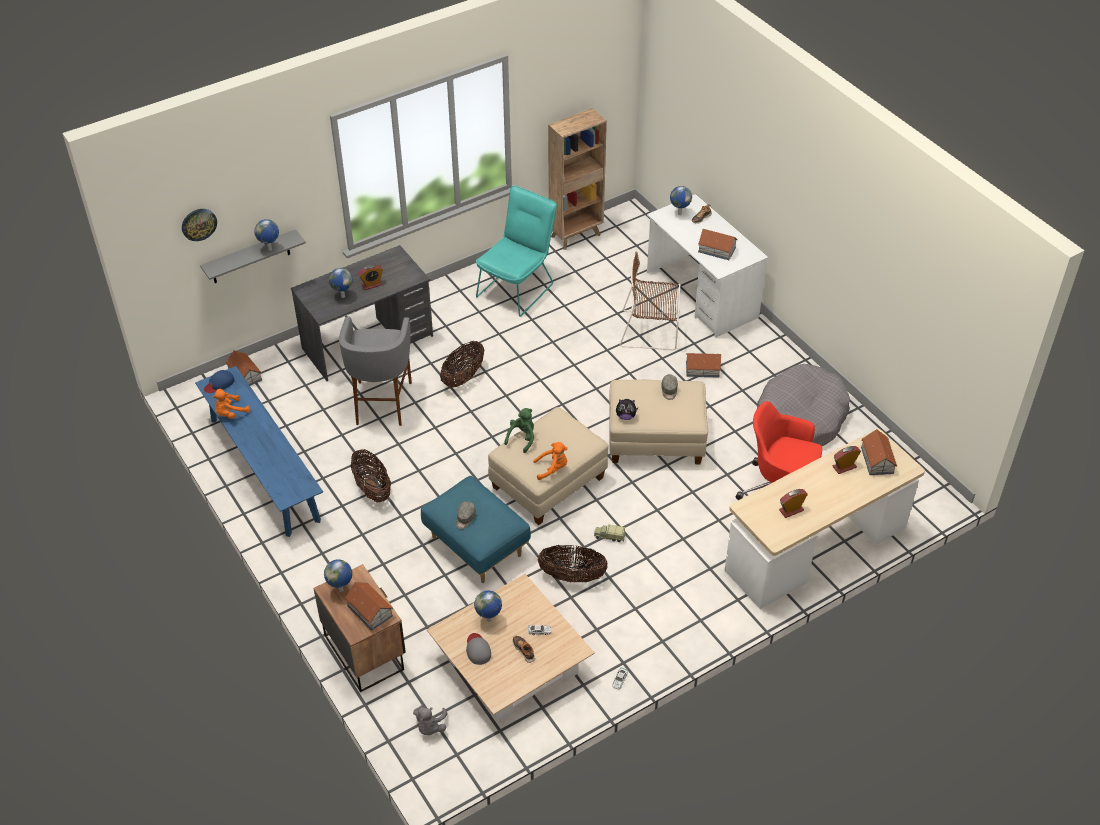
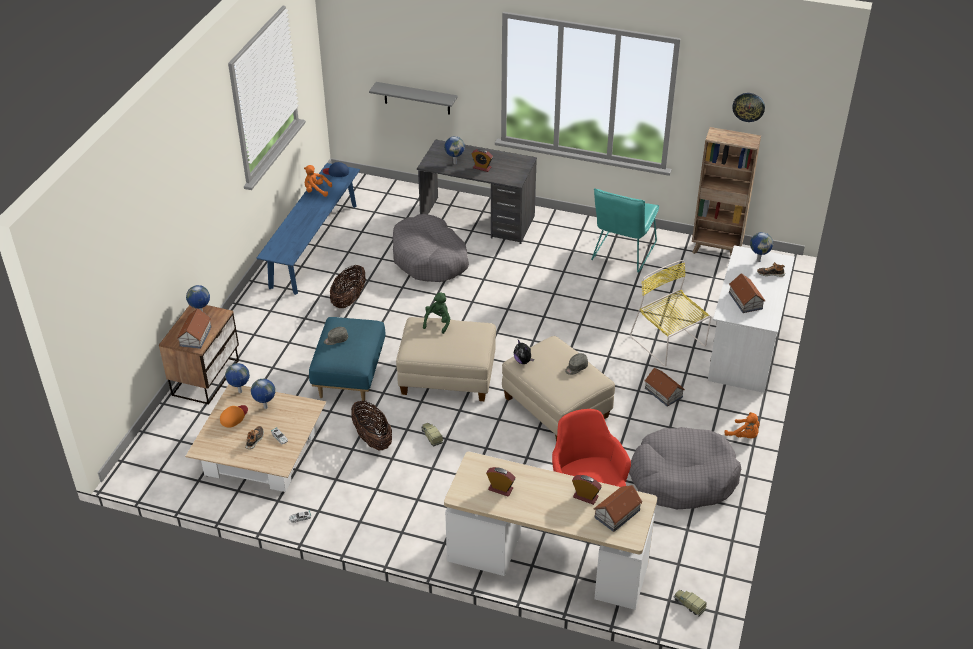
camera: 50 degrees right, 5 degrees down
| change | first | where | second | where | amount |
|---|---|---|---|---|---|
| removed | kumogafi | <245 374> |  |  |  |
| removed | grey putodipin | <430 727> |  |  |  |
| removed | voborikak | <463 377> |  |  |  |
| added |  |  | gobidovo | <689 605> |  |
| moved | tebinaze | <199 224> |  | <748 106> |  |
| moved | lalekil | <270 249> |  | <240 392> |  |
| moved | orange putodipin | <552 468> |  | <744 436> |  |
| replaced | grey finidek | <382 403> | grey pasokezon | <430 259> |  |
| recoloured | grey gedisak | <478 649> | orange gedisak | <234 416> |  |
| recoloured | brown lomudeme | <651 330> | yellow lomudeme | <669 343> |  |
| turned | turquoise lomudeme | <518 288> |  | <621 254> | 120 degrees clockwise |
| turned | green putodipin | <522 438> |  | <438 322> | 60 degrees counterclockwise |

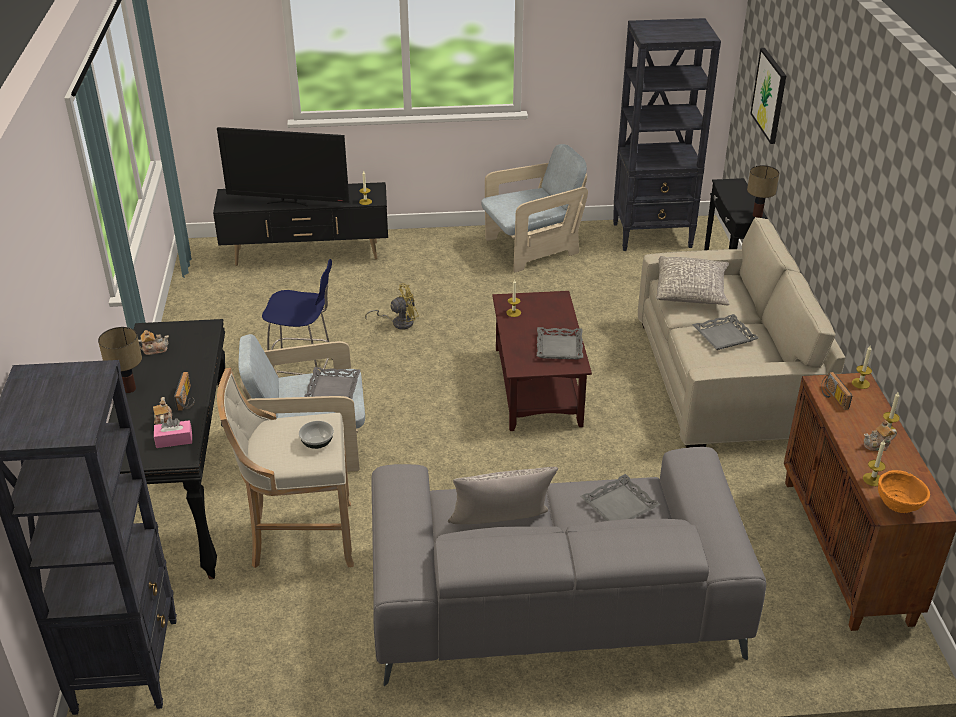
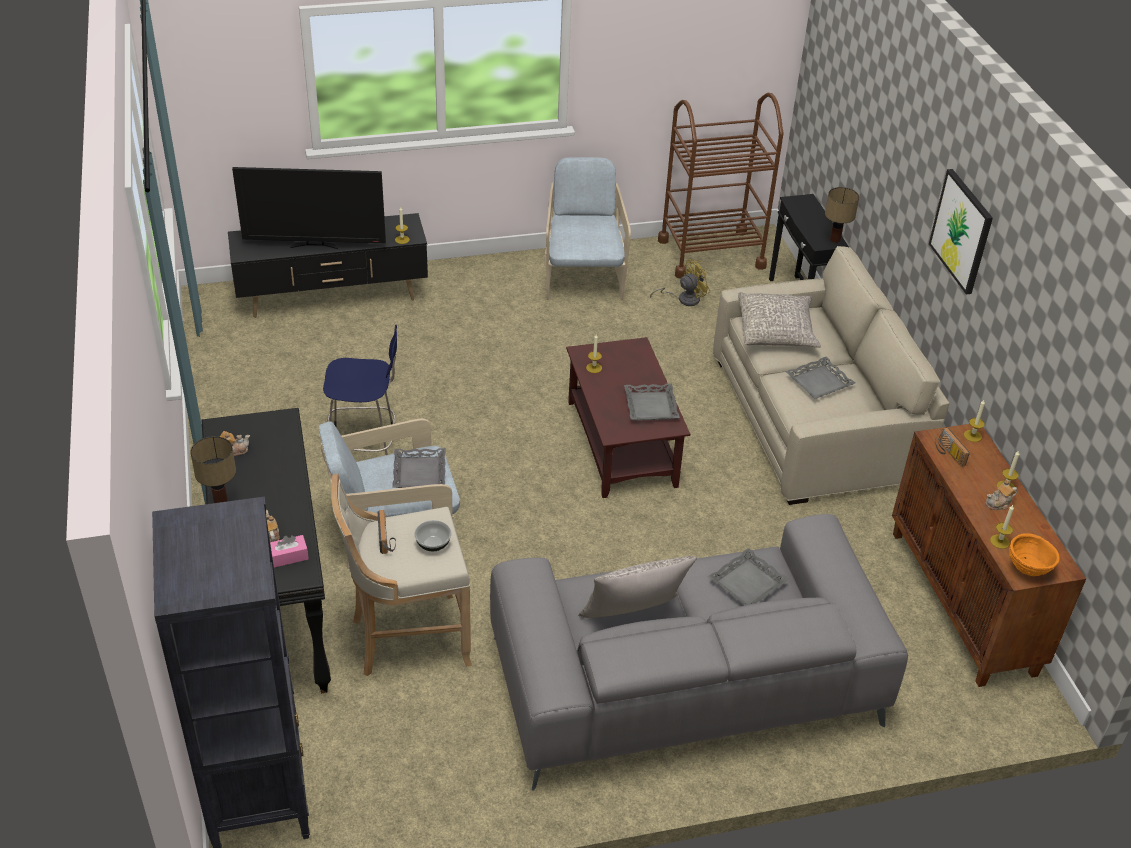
camera: 10 degrees left, 5 degrees up
| change | first | where | second | where | amount |
|---|---|---|---|---|---|
| moved | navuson | <187 399> |  | <387 539> |  |
| moved | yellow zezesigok | <398 322> |  | <684 299> |  |
| moved | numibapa | <769 95> |  | <962 231> |  |
| replaced | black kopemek | <653 235> | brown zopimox | <711 253> |  |
| turned | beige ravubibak | <532 248> |  | <583 277> | 60 degrees counterclockwise |

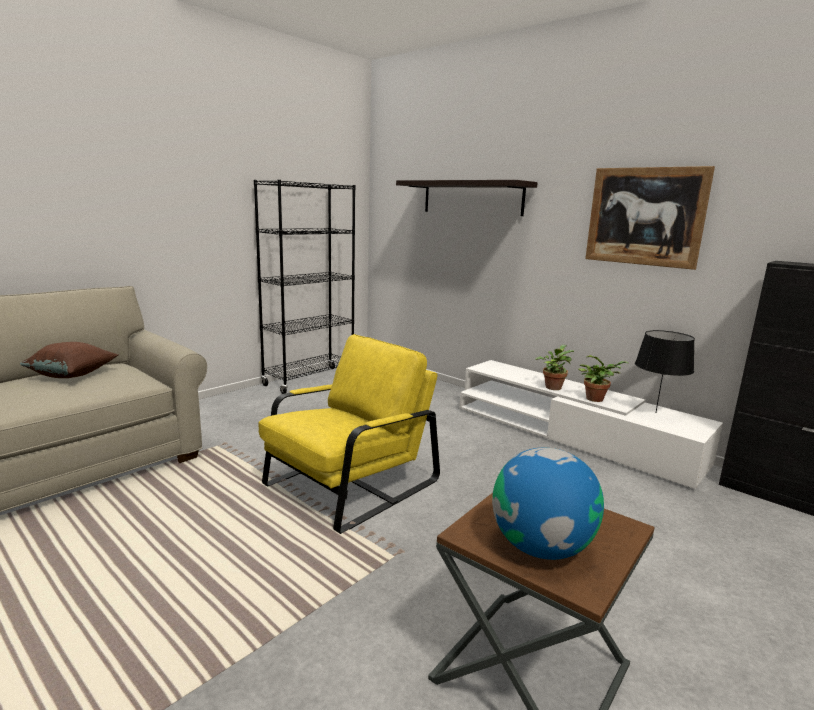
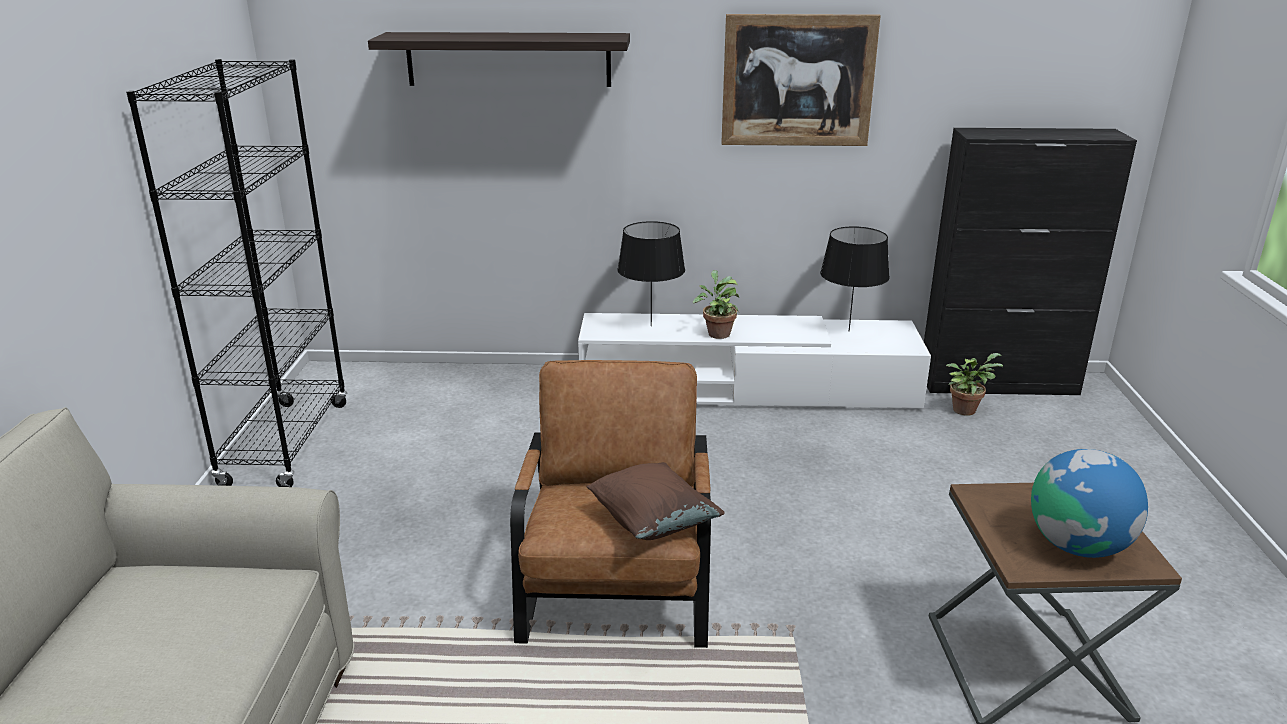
camera: 40 degrees left, 10 degrees up
| change | first | where | second | where | amount |
|---|---|---|---|---|---|
| added |  |  | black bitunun | <650 326> |  |
| moved | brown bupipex | <72 376> |  | <652 523> |  |
| moved | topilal | <597 399> |  | <965 409> |  |
| recoloured | yellow ravubibak | <350 484> | brown ravubibak | <617 580> |  |

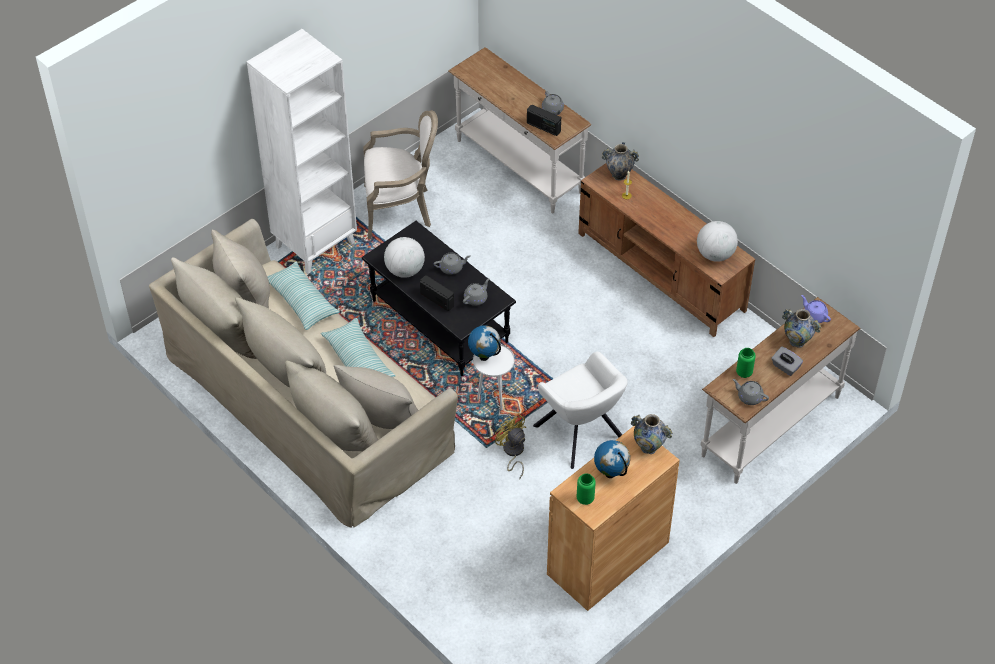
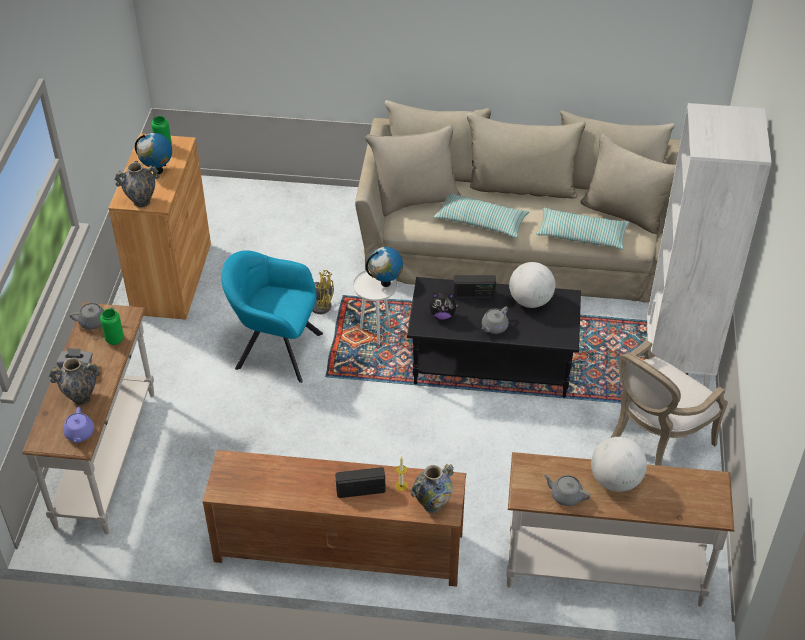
camera: 140 degrees right, 5 degrees down
| change | first | where | second | where | amount |
|---|---|---|---|---|---|
| moved | navuson | <543 127> |  | <360 490> |  |
| moved | lalekil | <715 254> |  | <615 480> |  |
| replaced | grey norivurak | <476 298> | putodipin | <442 315> |  |
| recoloured | white ravubibak | <581 434> | turquoise ravubibak | <275 350> |  |
| turned | purple norivurak | <814 316> |  | <79 434> | 75 degrees clockwise |

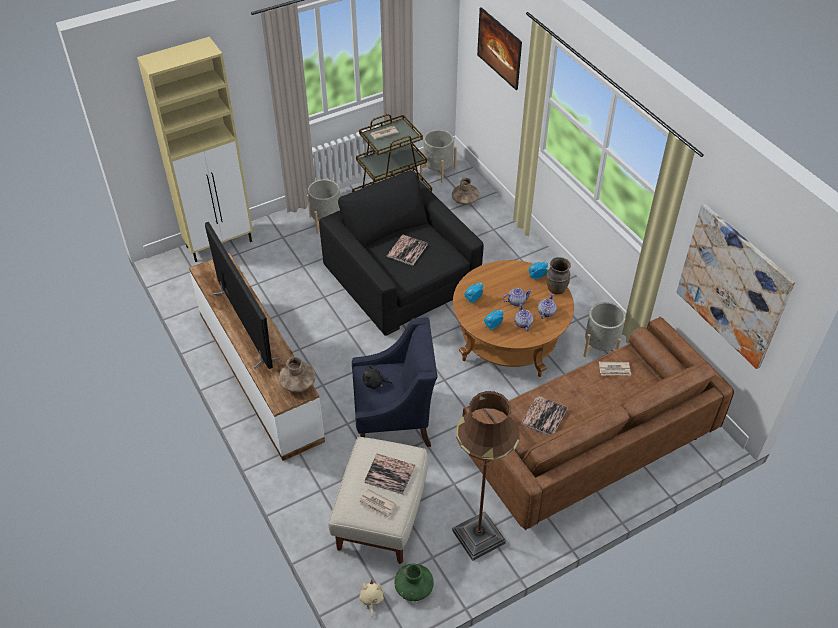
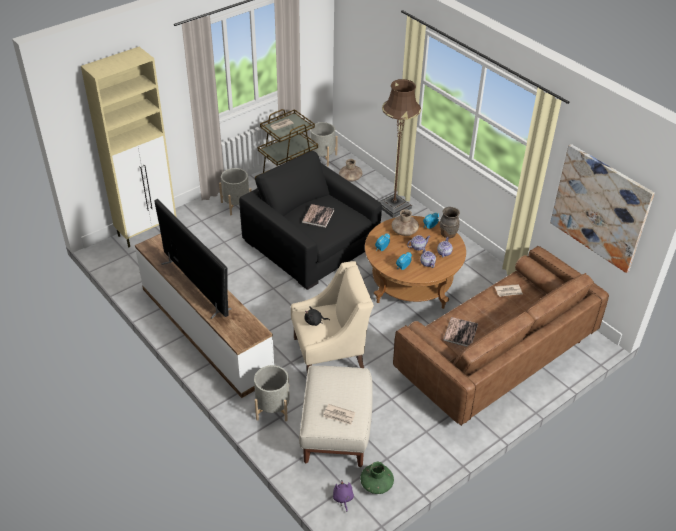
camera: 10 degrees left, 5 degrees down
| change | first | where | second | where | amount |
|---|---|---|---|---|---|
| removed | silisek | <389 474> |  |  |  |
| removed | numibapa | <498 60> |  |  |  |
| moved | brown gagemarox | <298 383> |  | <404 231> |  |
| moved | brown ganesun | <478 537> |  | <394 207> |  |
| moved | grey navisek | <600 347> |  | <273 408> |  |
| recoloured | blue ravubibak | <394 419> | beige ravubibak | <330 354> |  |
| recoloured | beige putodipin | <371 600> | purple putodipin | <343 499> |  |

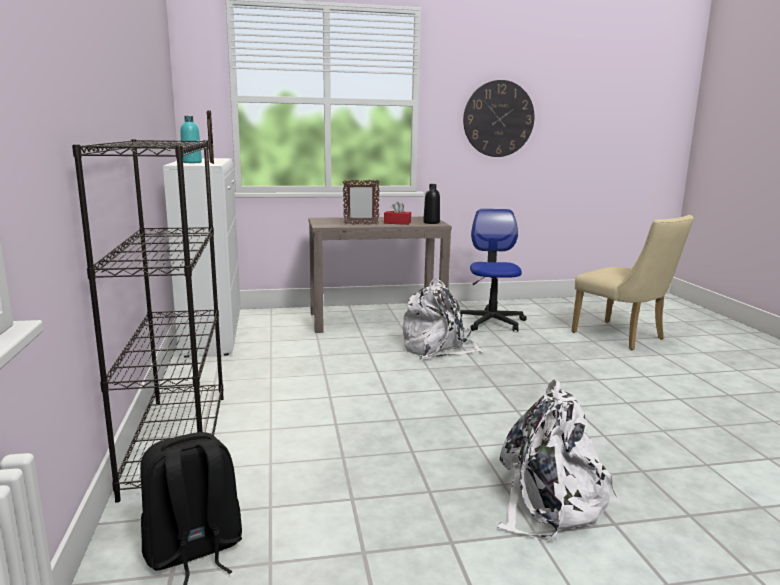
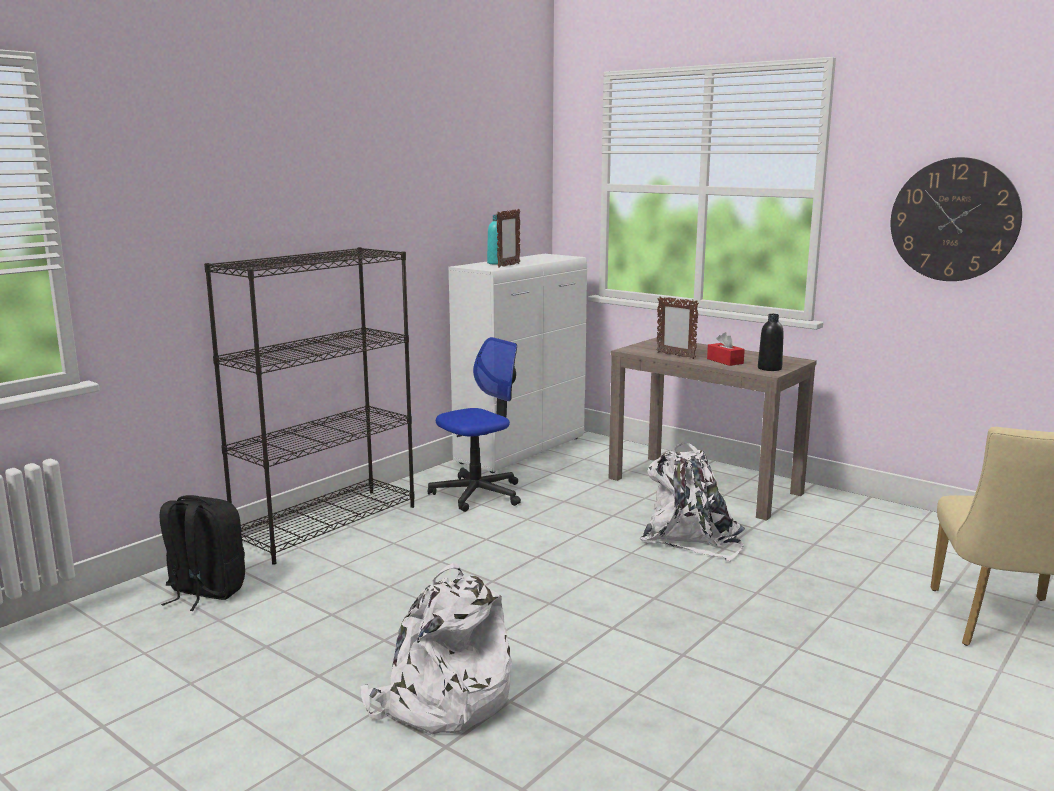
camera: 50 degrees right, 0 degrees up
| change | first | where | second | where | amount |
|---|---|---|---|---|---|
| moved | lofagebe | <491 322> |  | <477 494> |  |

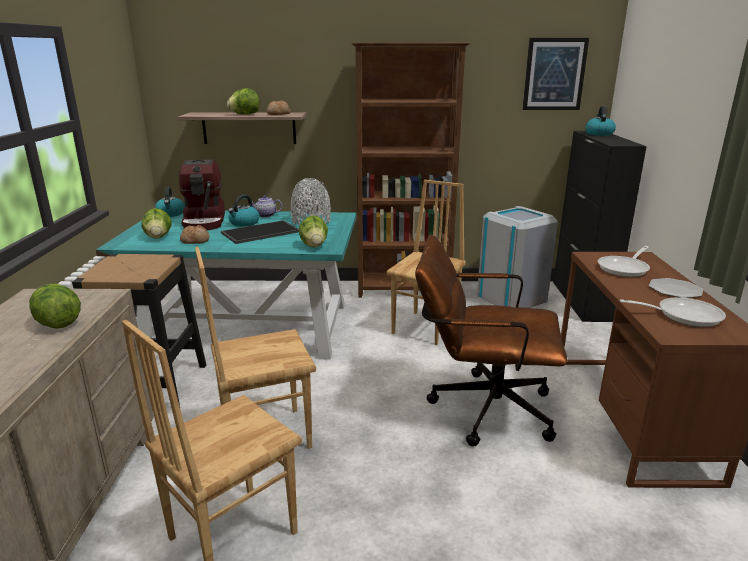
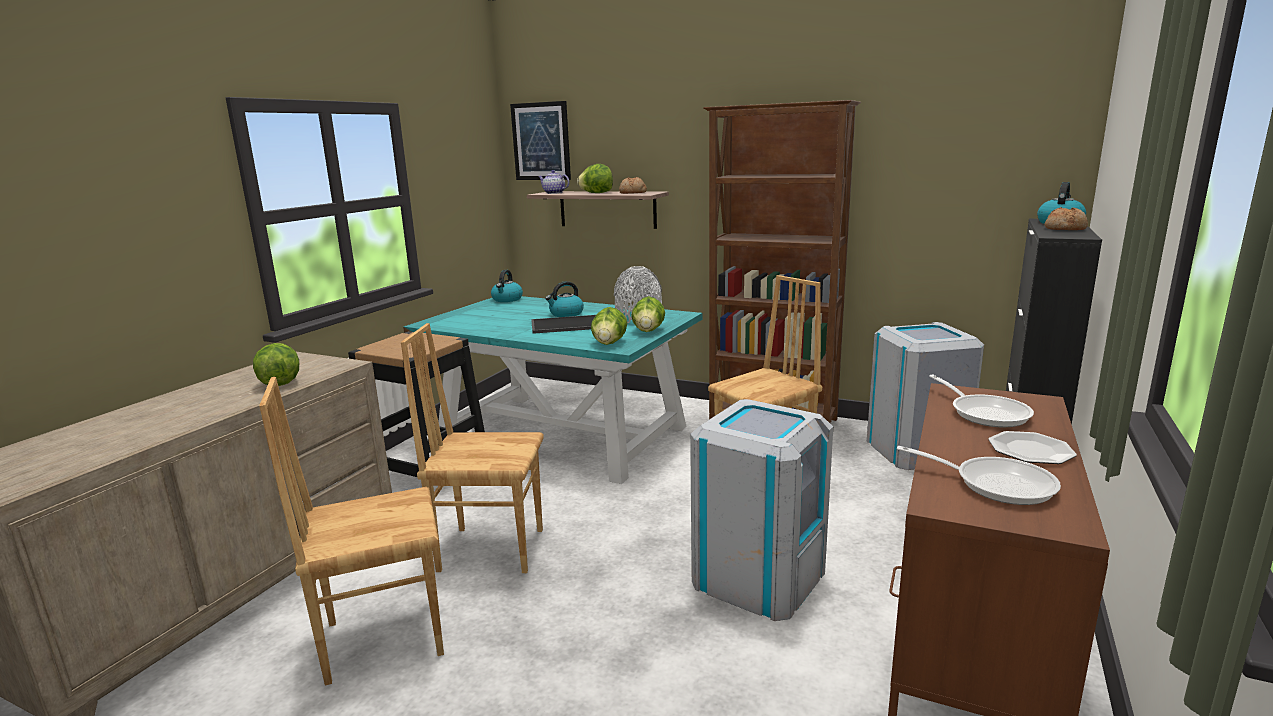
camera: 25 degrees right, 5 degrees down
| change | first | where | second | where | amount |
|---|---|---|---|---|---|
| removed | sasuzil | <205 221> |  |  |  |
| moved | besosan | <158 237> |  | <648 331> |  |
| moved | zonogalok | <195 240> |  | <1065 228> |  |
| moved | norivurak | <265 215> |  | <553 193> |  |
| moved | numibapa | <554 74> |  | <541 141> |  |
| replaced | brown lofagebe | <481 408> | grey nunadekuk | <758 576> |  |
| turned | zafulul | <625 268> |  | <985 413> | 90 degrees counterclockwise |

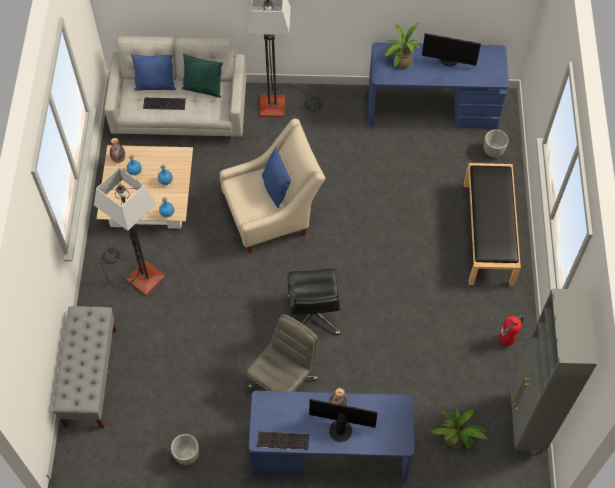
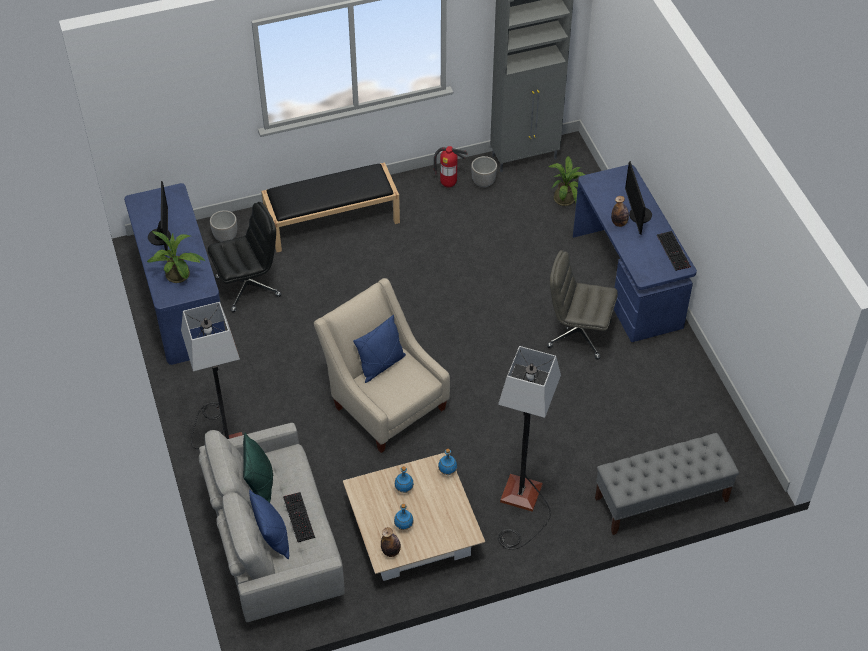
camera: 110 degrees left, 10 degrees down
| change | first | where | second | where | amount |
|---|---|---|---|---|---|
| moved | navisek | <186 455> |  | <483 183> |  |
| moved | black lofagebe | <313 316> |  | <248 286> |  |

